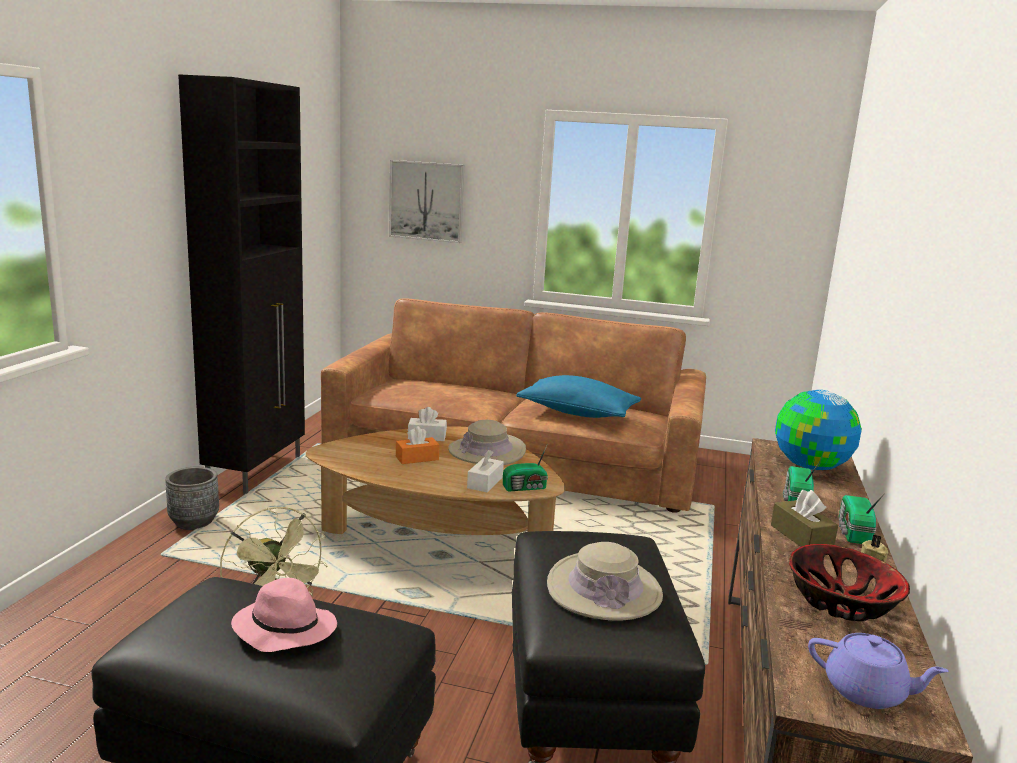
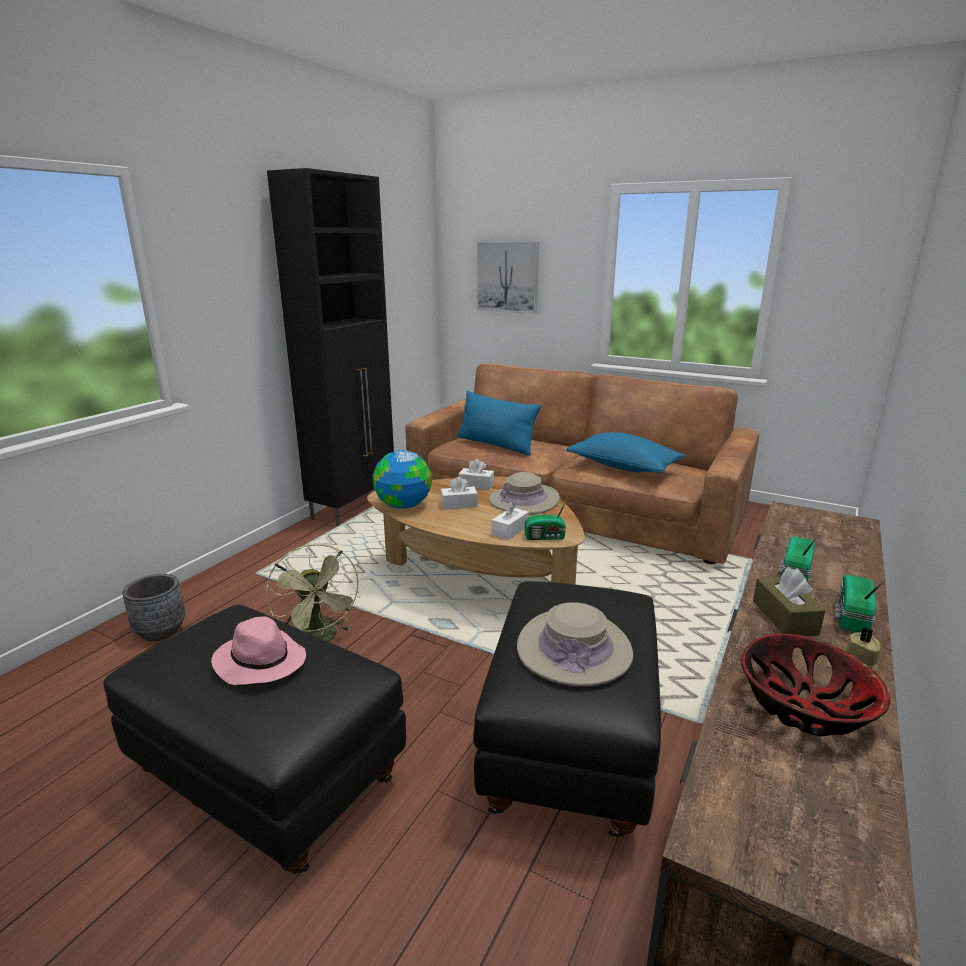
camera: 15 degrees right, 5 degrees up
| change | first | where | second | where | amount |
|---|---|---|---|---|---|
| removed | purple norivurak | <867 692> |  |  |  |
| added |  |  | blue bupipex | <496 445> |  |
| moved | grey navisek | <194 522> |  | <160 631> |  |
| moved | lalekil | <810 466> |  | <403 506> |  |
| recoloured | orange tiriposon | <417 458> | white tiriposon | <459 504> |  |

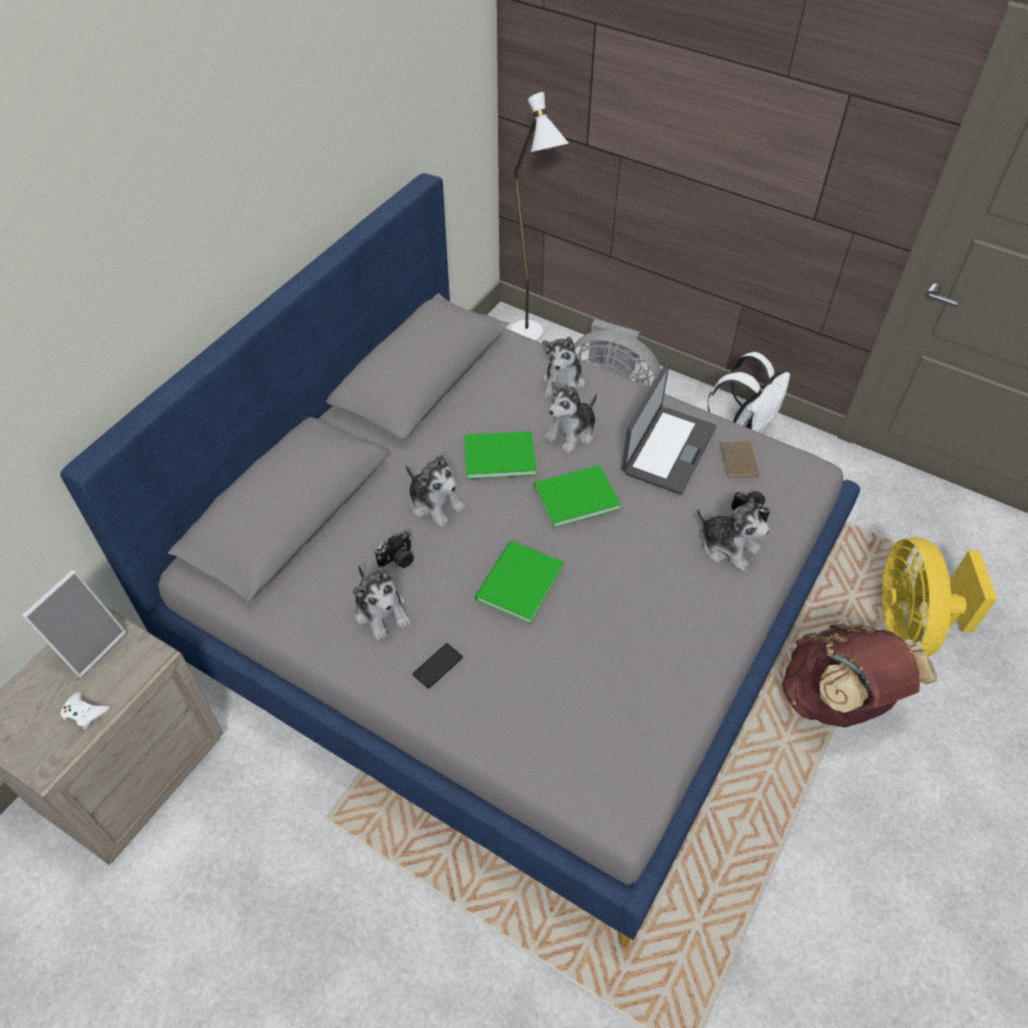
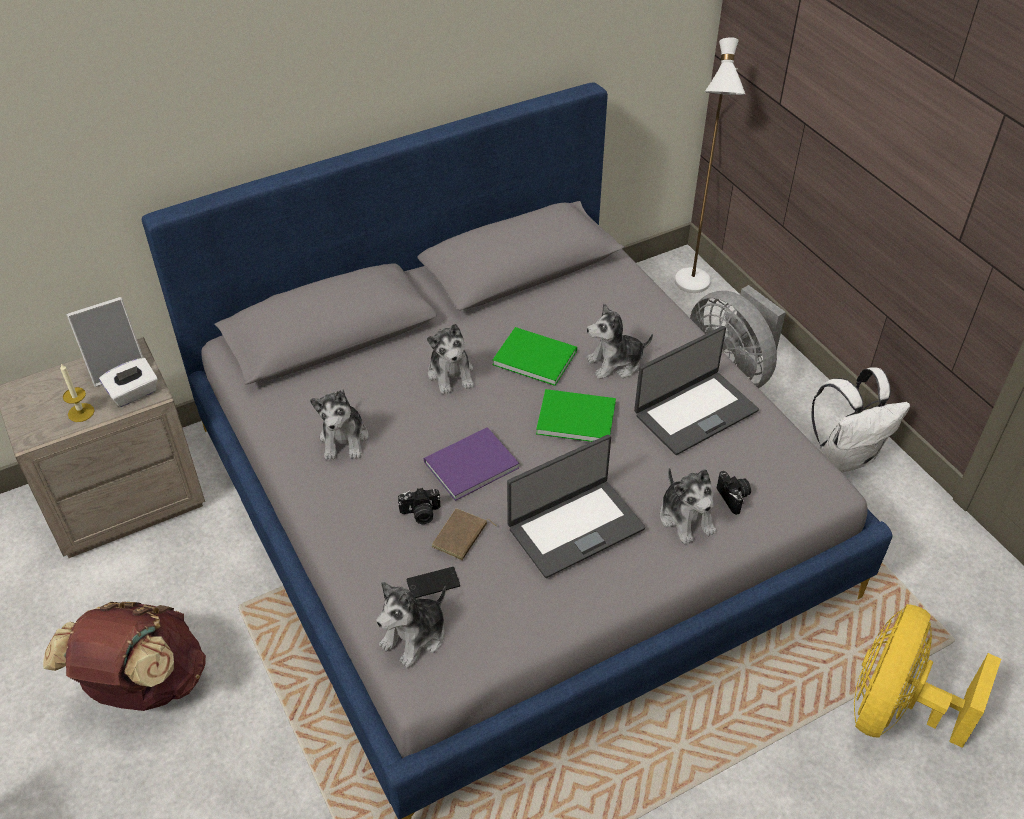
camera: 30 degrees right, 5 degrees down
| change | first | where | second | where | amount |
|---|---|---|---|---|---|
| added |  |  | white tiriposon | <134 393> |  |
| added |  |  | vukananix | <575 527> |  |
| moved | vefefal | <398 559> |  | <420 514> |  |
| moved | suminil | <437 666> |  | <433 583> |  |
| moved | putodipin | <563 383> |  | <415 636> |  |
| moved | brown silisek | <740 461> |  | <461 537> |  |
| moved | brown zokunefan | <836 701> |  | <144 685> |  |
| replaced | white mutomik | <85 712> | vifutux | <81 412> |  |
| recoloured | green silisek | <516 584> | purple silisek | <468 464> |  |

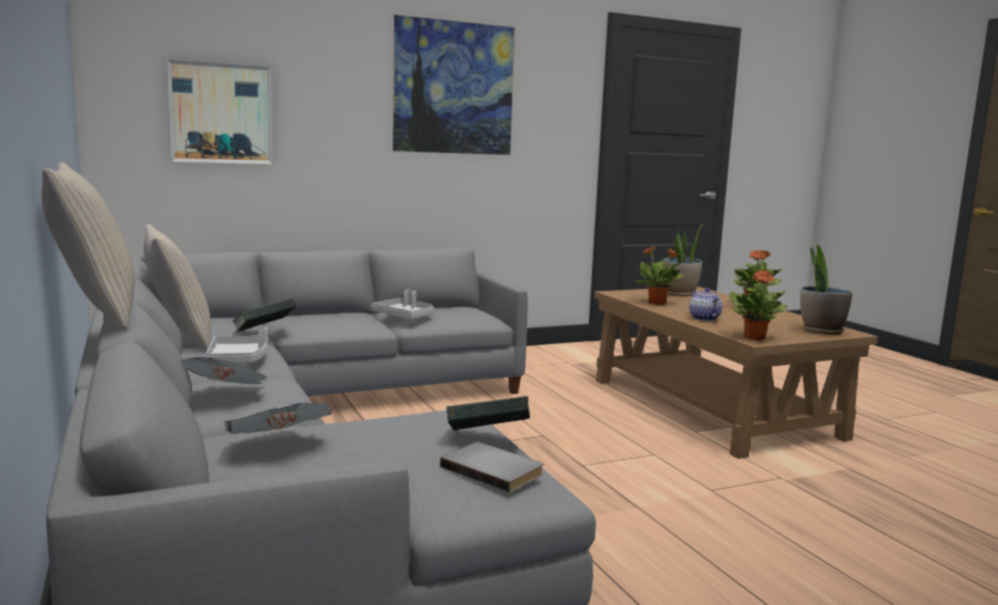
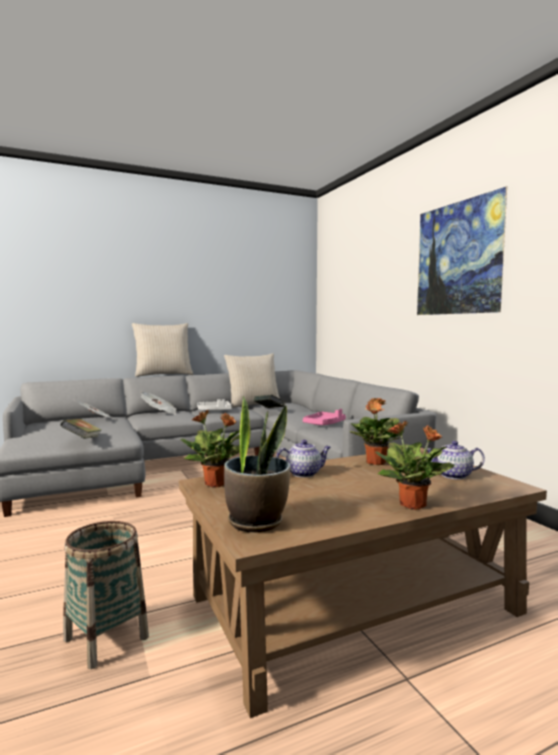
camera: 90 degrees right, 5 degrees down
| change | first | where | second | where | amount |
|---|---|---|---|---|---|
| removed | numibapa | <221 113> |  |  |  |
| removed | grey silisek | <494 469> |  |  |  |
| added |  |  | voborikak | <106 638> |  |
| replaced | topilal | <680 294> | norivurak | <454 475> |  |
| recoloured | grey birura | <405 316> | pink birura | <324 424> |  |

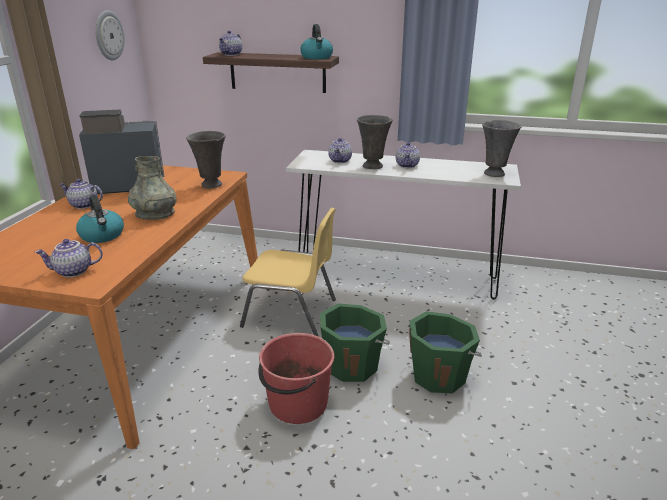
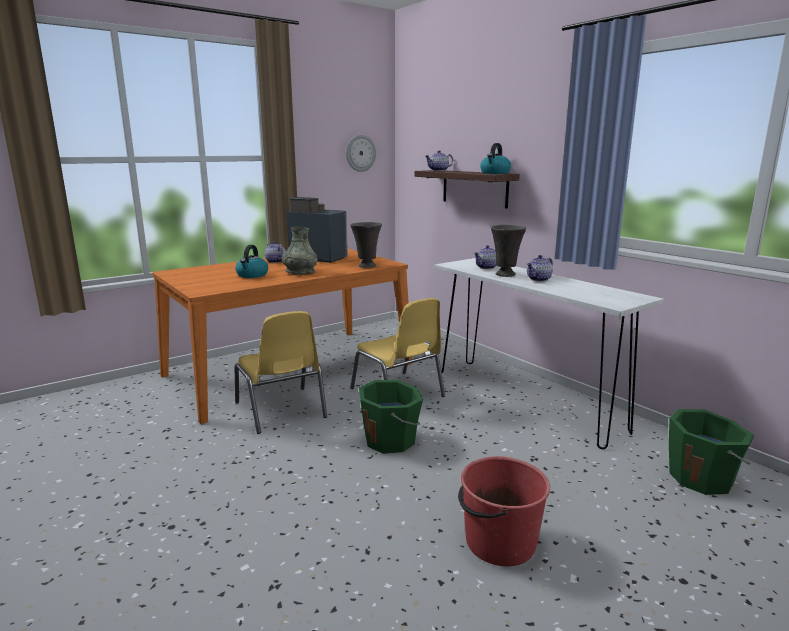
camera: 40 degrees right, 10 degrees down
| change | first | where | second | where | amount |
|---|---|---|---|---|---|
| removed | norivurak | <73 272> |  |  |  |
| removed | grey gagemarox | <495 173> |  |  |  |
| added |  |  | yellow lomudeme | <281 410> |  |
| moved | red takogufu | <297 404> |  | <499 542> |  |
| moved | green takogufu | <439 375> |  | <702 478> |  |

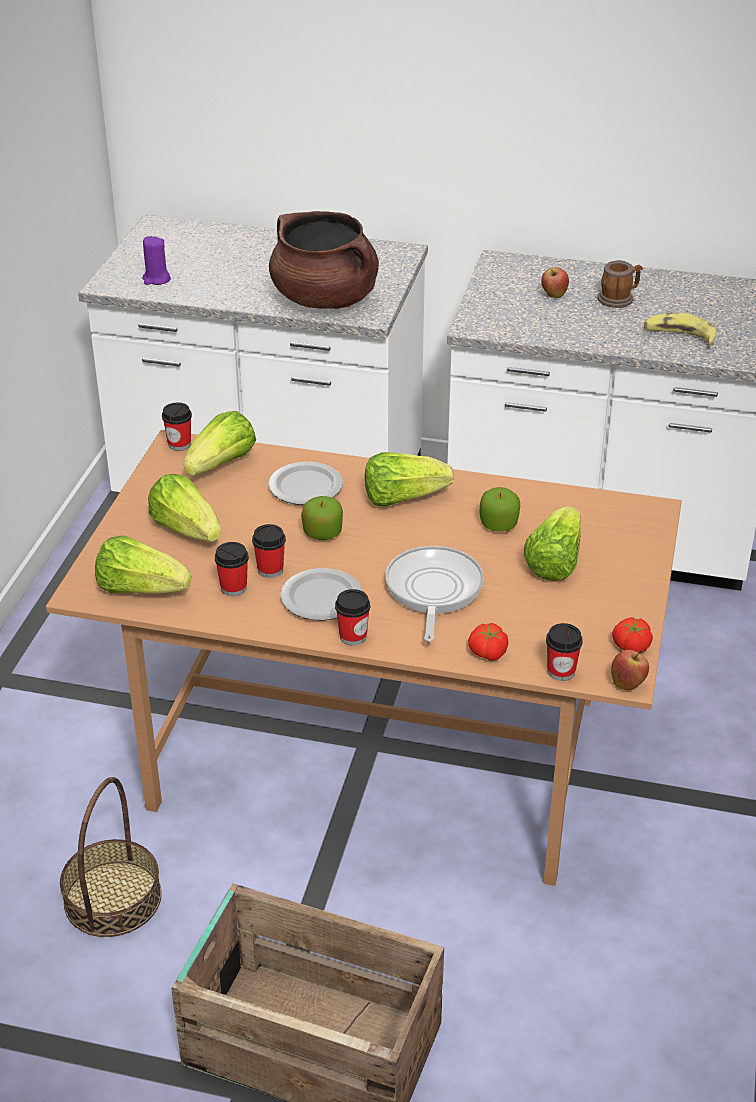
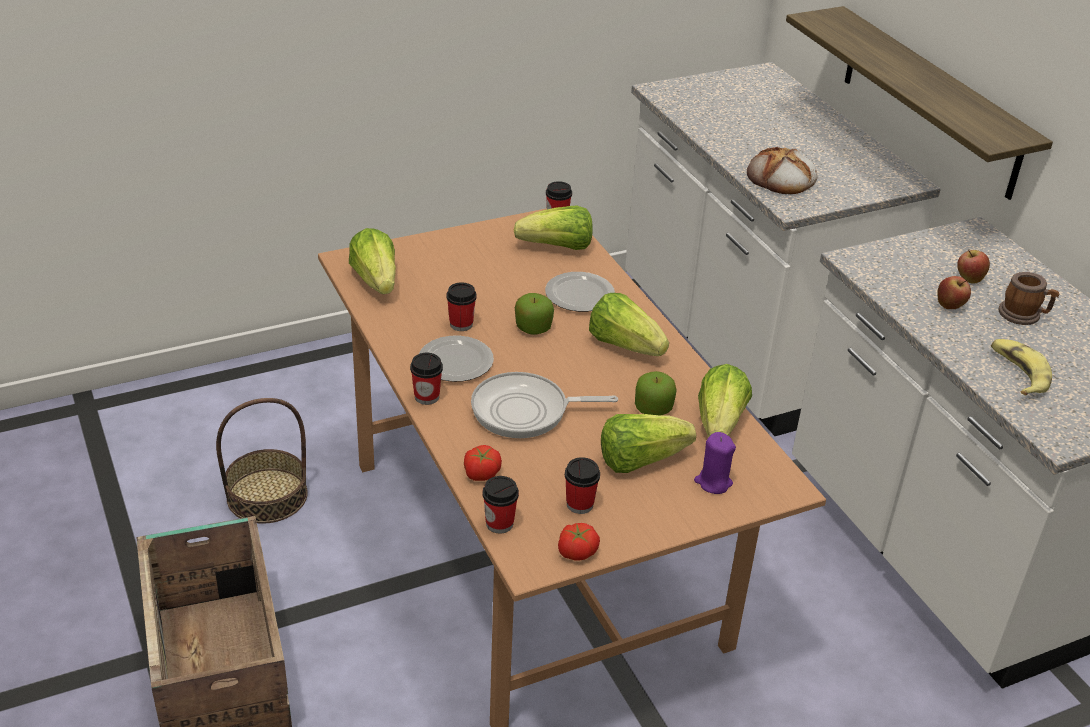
camera: 50 degrees right, 0 degrees up
| change | first | where | second | where | amount |
|---|---|---|---|---|---|
| added |  |  | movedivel | <931 102> |  |
| moved | purple vifutux | <156 279> |  | <713 482> |  |
| moved | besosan | <186 529> |  | <720 423> |  |
| moved | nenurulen | <233 588> |  | <579 504> |  |
| moved | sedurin | <628 684> |  | <950 306> |  |
| replaced | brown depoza | <325 299> | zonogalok | <781 178> |  |
| turned | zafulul | <433 591> |  | <525 411> | 150 degrees counterclockwise |

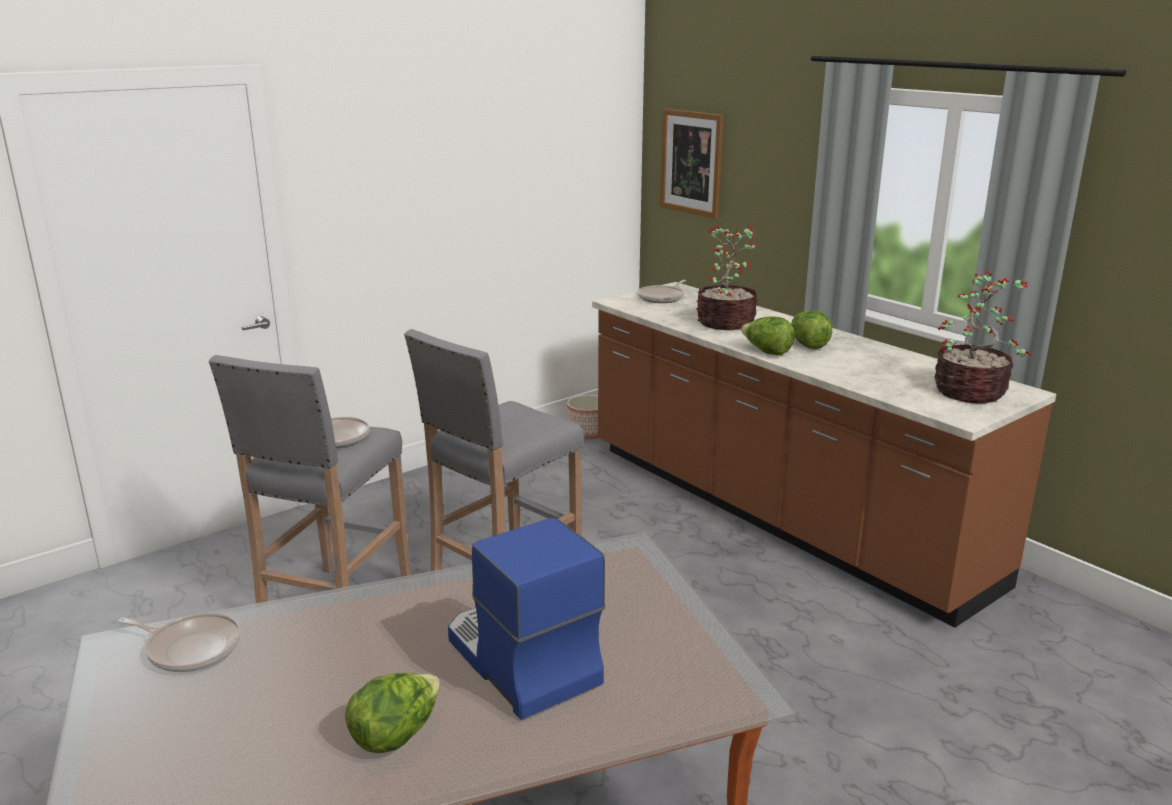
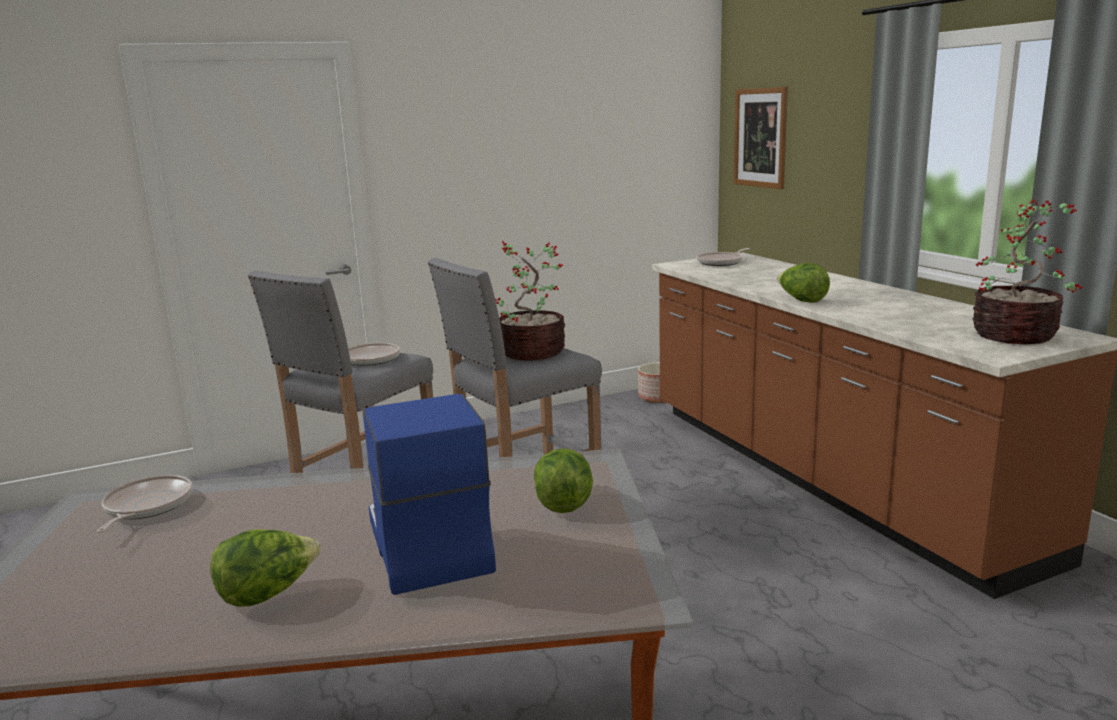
camera: 15 degrees right, 5 degrees down
| change | first | where | second | where | amount |
|---|---|---|---|---|---|
| moved | topilal | <725 323> |  | <530 353> |  |
| moved | besosan | <808 345> |  | <563 503> |  |
| turned | zafulul | <191 648> |  | <146 507> | 120 degrees counterclockwise |

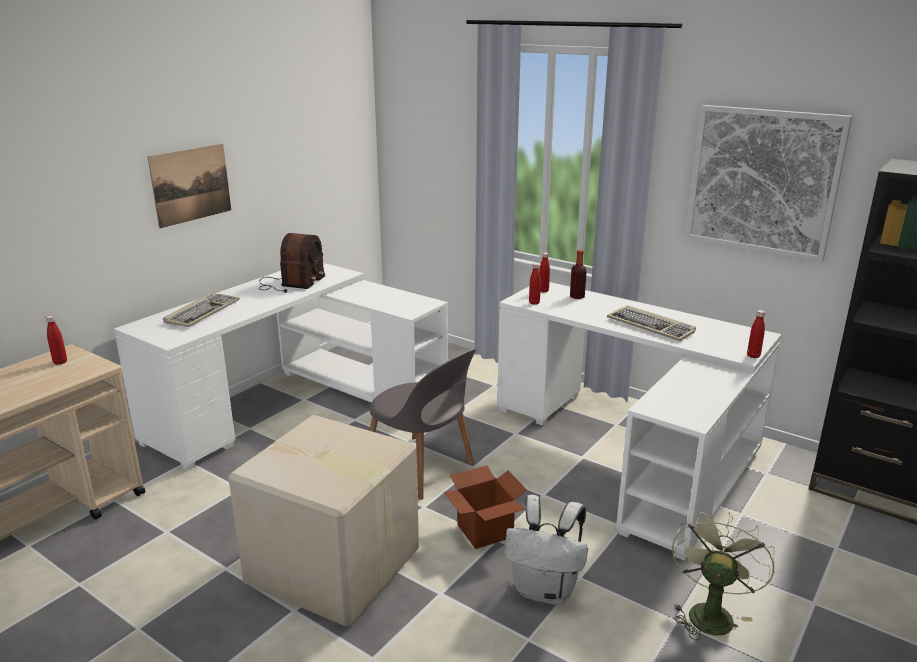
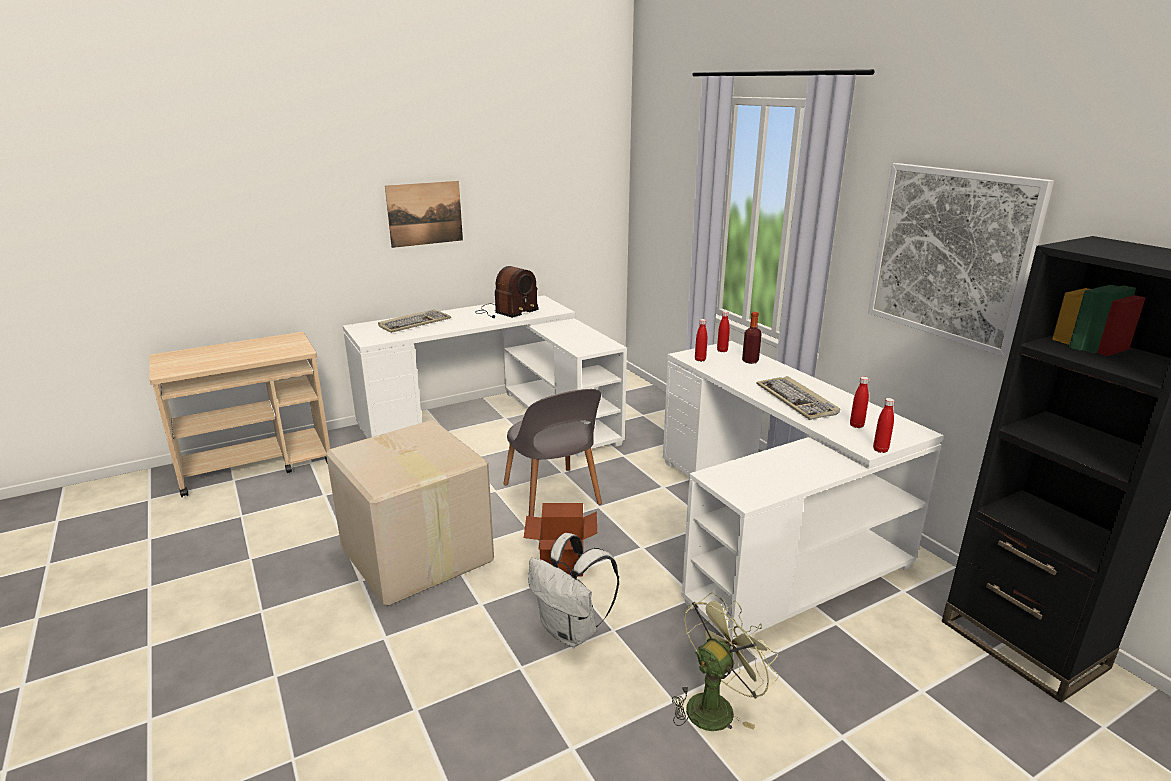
camera: 25 degrees right, 0 degrees up
| change | first | where | second | where | amount |
|---|---|---|---|---|---|
| moved | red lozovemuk | <60 362> |  | <856 425> |  |

